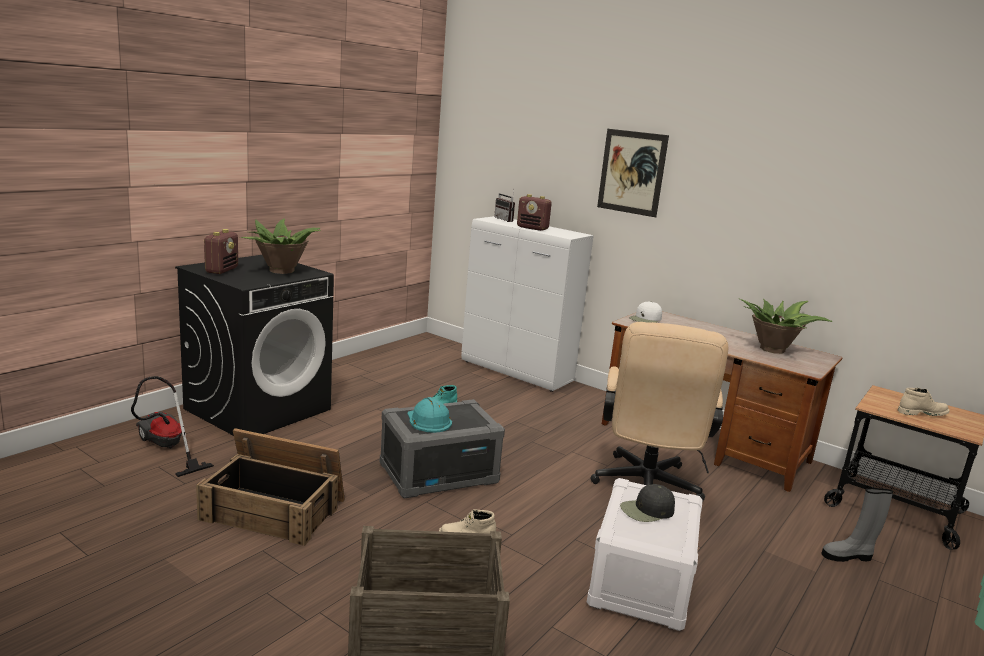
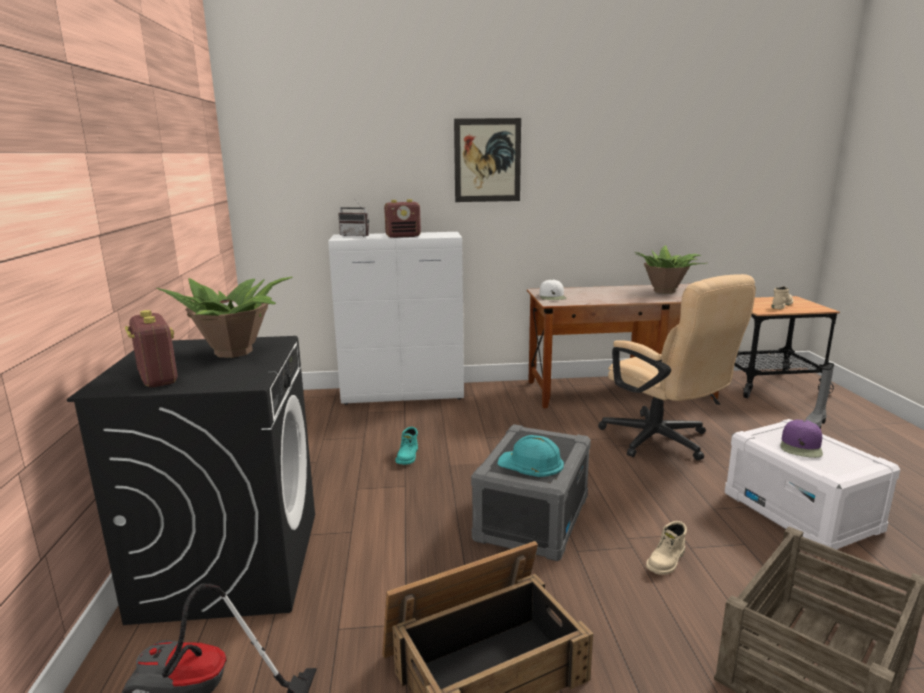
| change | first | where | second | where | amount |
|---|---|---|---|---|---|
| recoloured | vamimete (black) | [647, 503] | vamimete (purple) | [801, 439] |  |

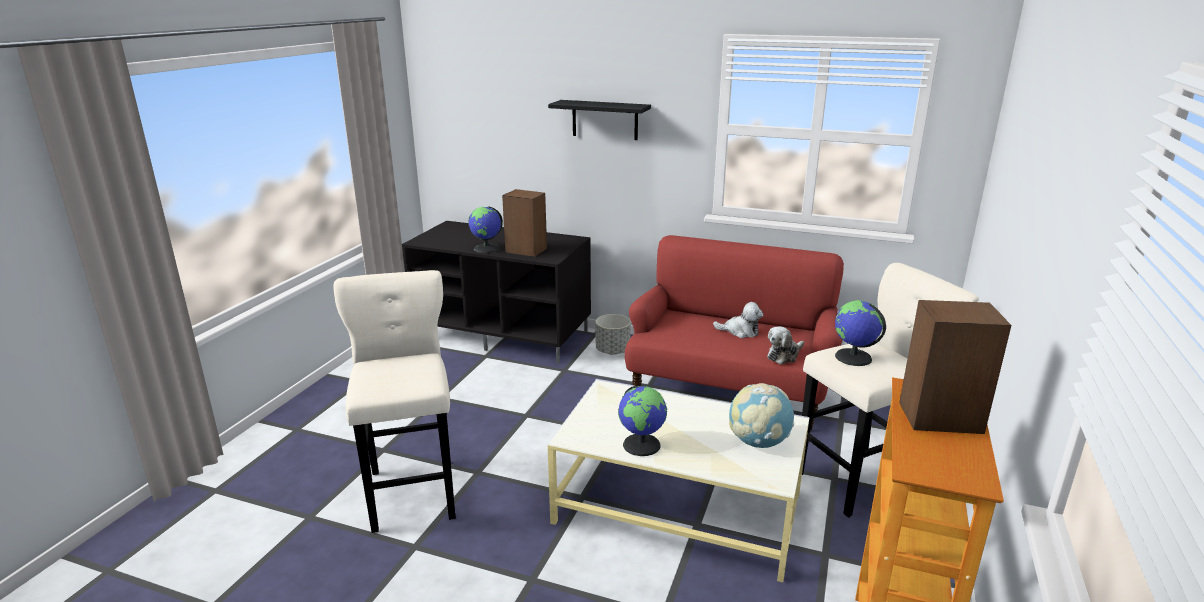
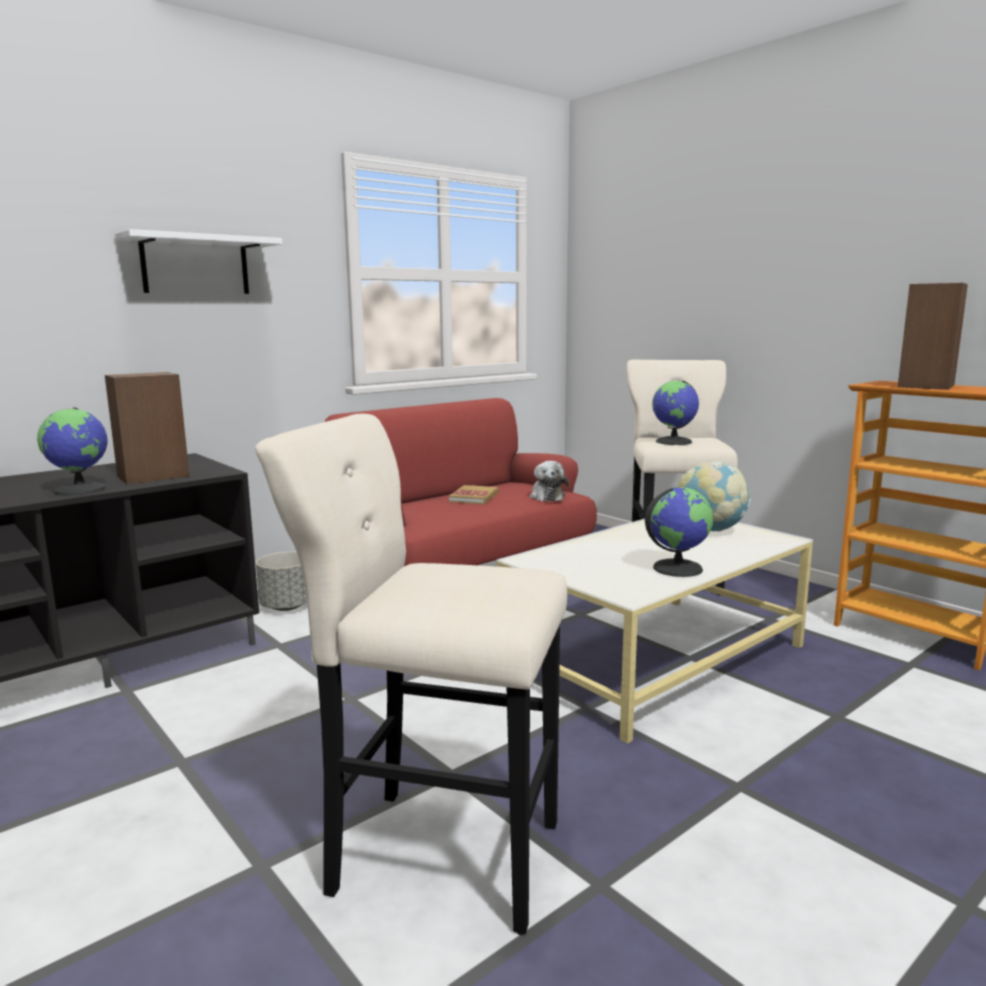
| change | first | where | second | where | amount |
|---|---|---|---|---|---|
| recoloured | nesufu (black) | [599, 120] | nesufu (white) | [199, 261] |  |
| replaced | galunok | [738, 320] | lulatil | [474, 494] |  |

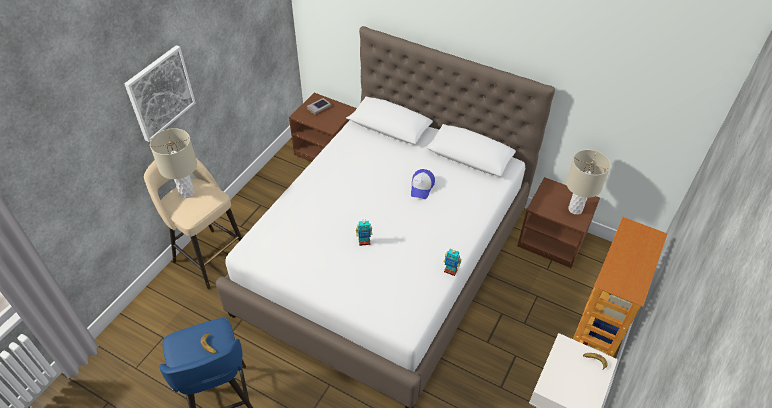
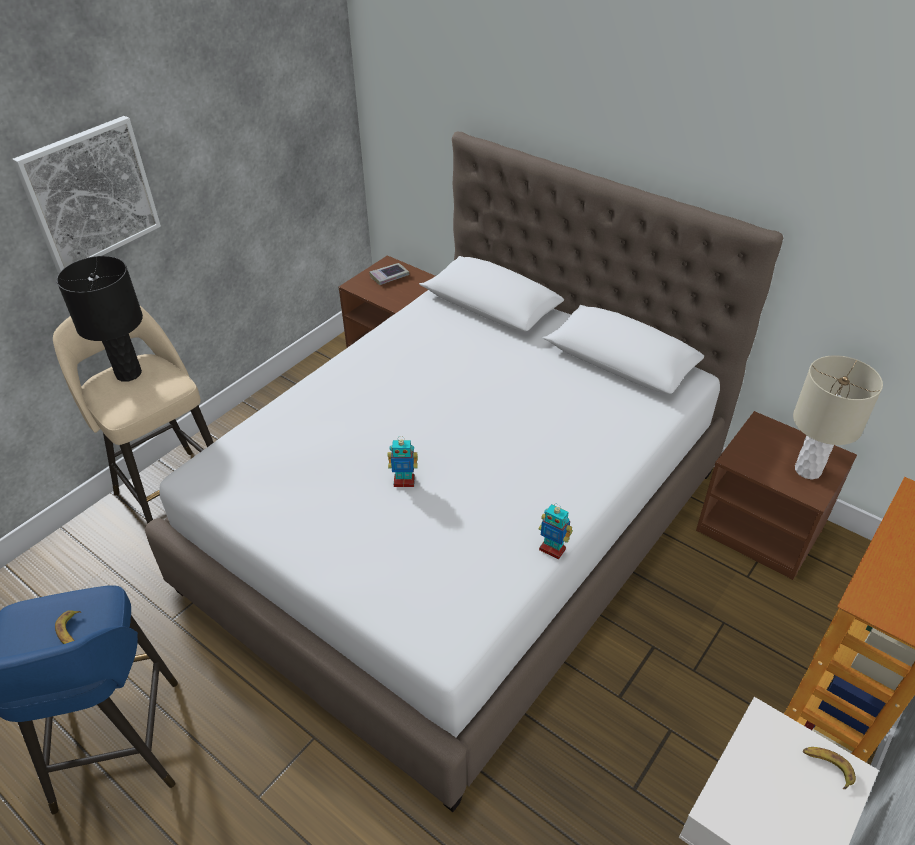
| change | first | where | second | where | amount |
|---|---|---|---|---|---|
| recoloured | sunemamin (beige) | [173, 163] | sunemamin (black) | [100, 319] |  |
| removed | vamimete | [423, 184] |  |  |  |

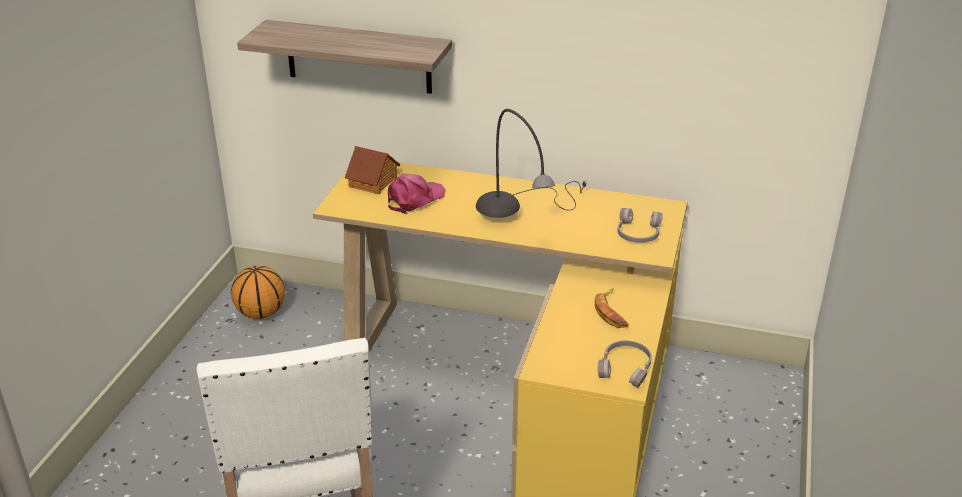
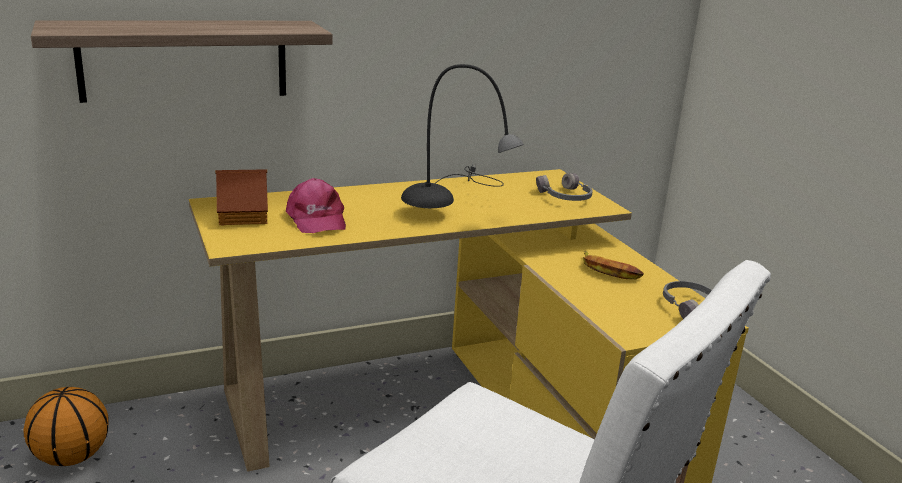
| change | first | where | second | where | amount |
|---|---|---|---|---|---|
| turned | vamimete (pink) | [417, 194] |  | [316, 205] | 150 degrees clockwise |

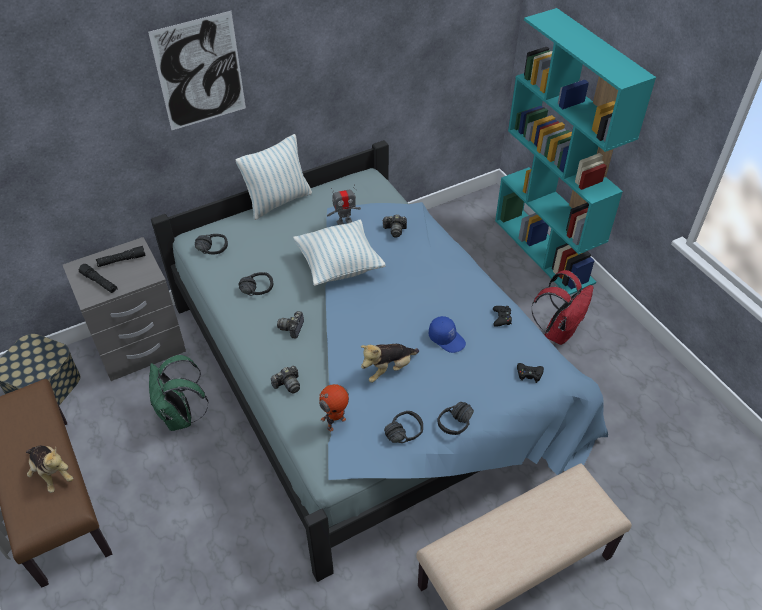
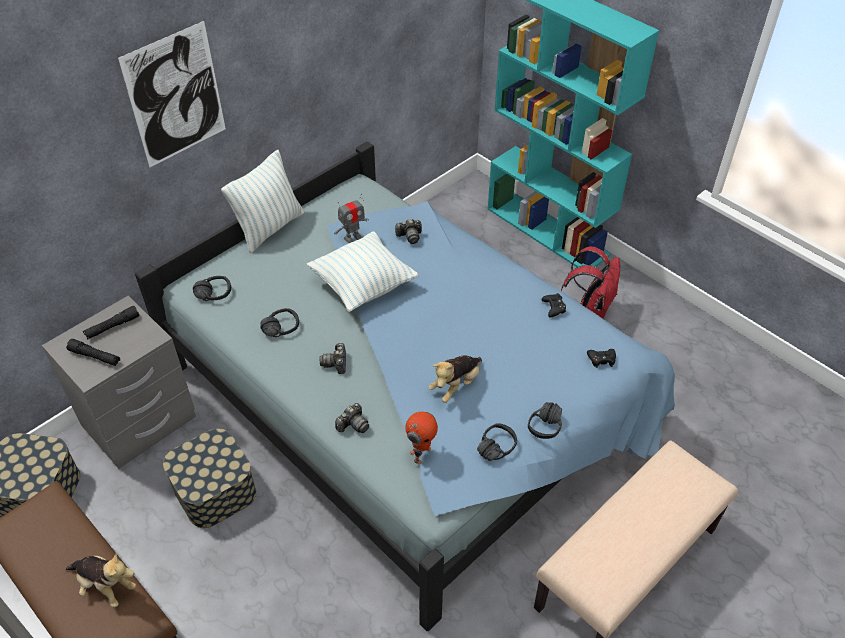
| change | first | where | second | where | amount |
|---|---|---|---|---|---|
| replaced | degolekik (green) | [179, 393] | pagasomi | [209, 478] |  |
| removed | vamimete (blue) | [447, 334] |  |  |  |

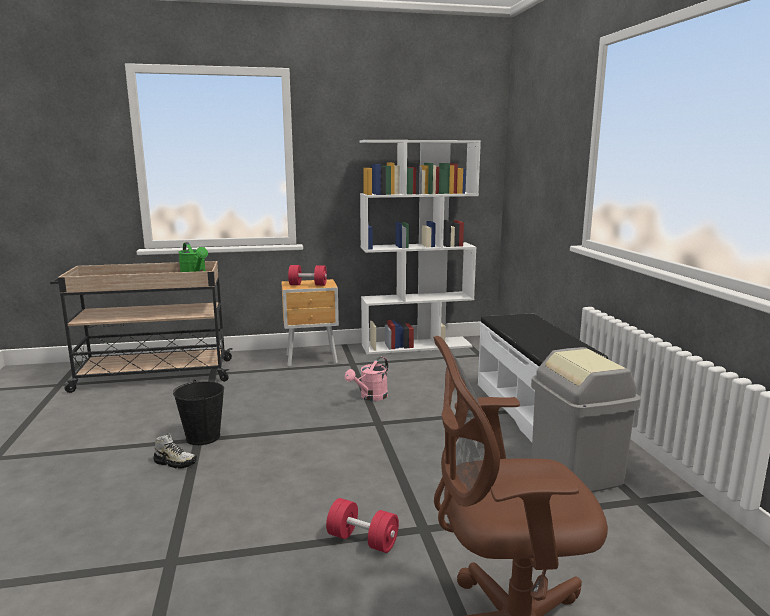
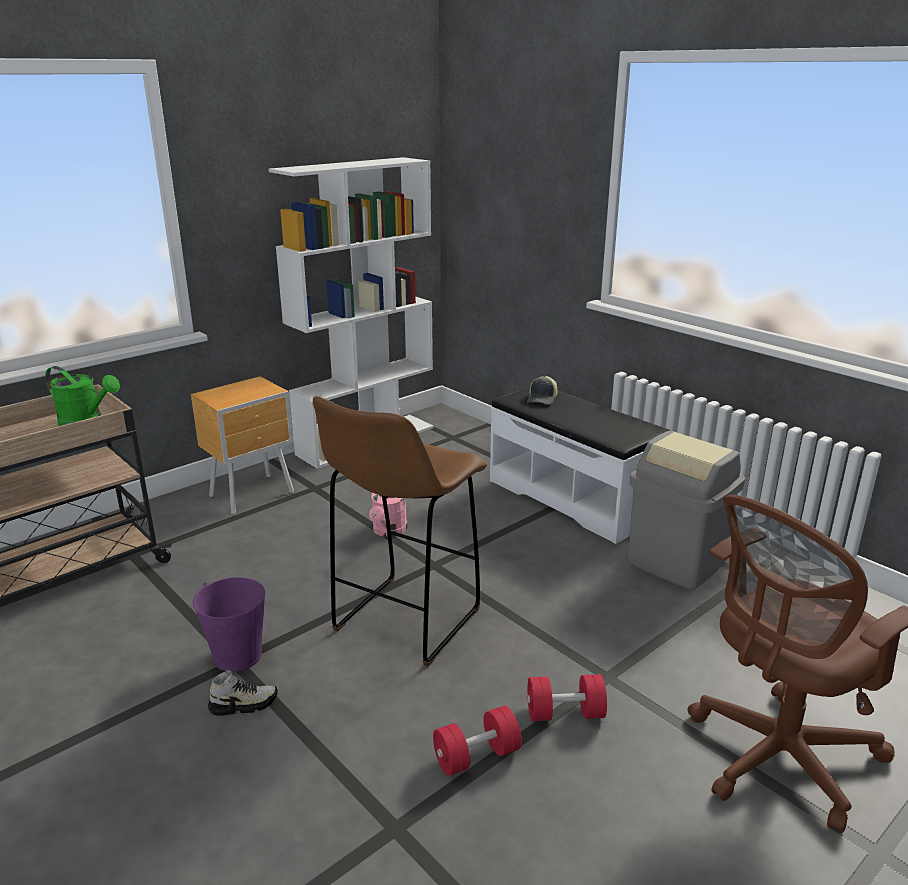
| change | first | where | second | where | amount |
|---|---|---|---|---|---|
| recoloured | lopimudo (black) | [198, 412] | lopimudo (purple) | [228, 624] |  |
| added |  |  | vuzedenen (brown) | [400, 531] |  |
| moved | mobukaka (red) | [307, 275] |  | [477, 741] |  |
| added |  |  | vamimete | [542, 390] |  |

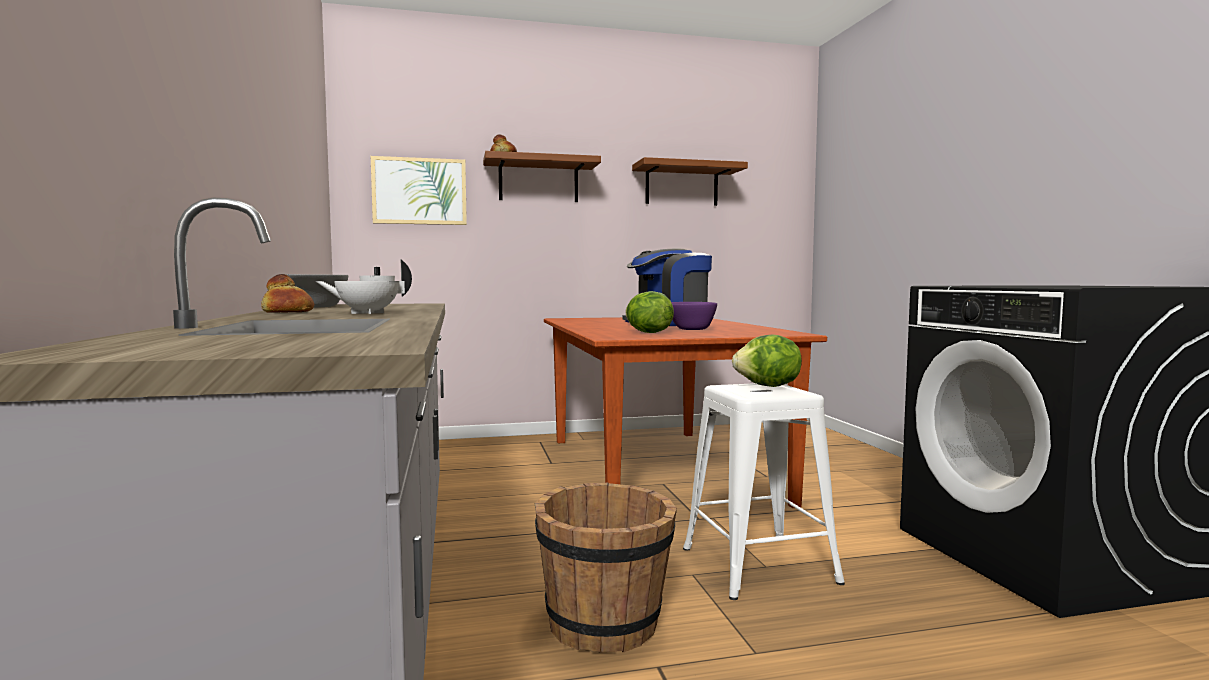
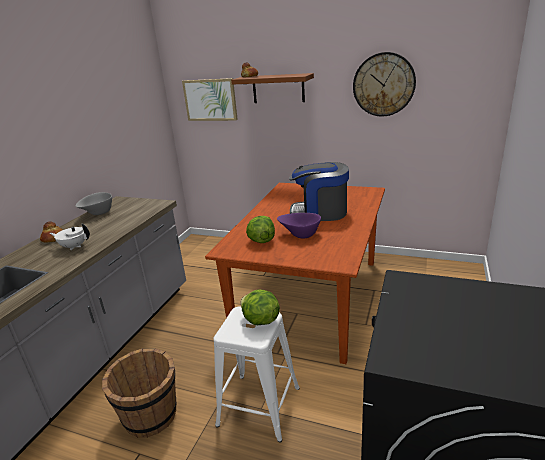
| change | first | where | second | where | amount |
|---|---|---|---|---|---|
| replaced | nesufu (brown) | [690, 181] | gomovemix | [384, 84] |  |

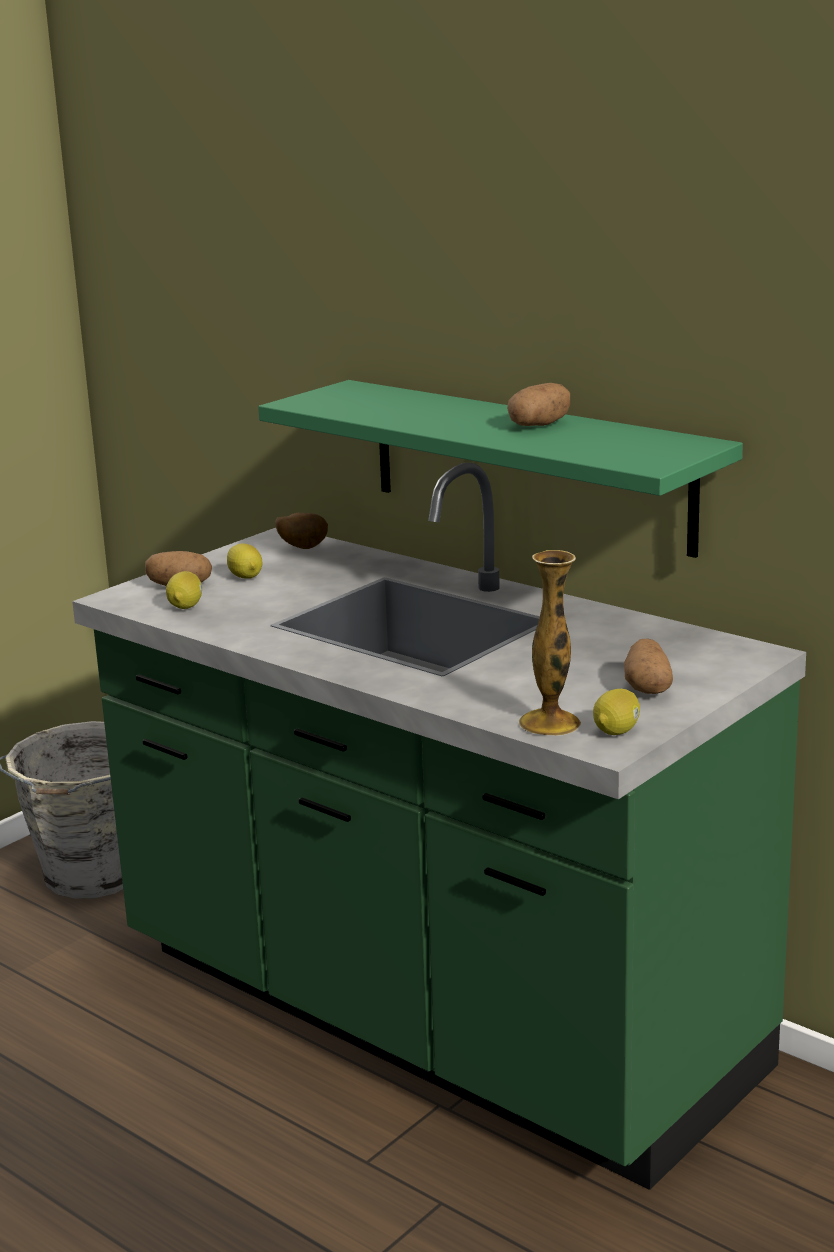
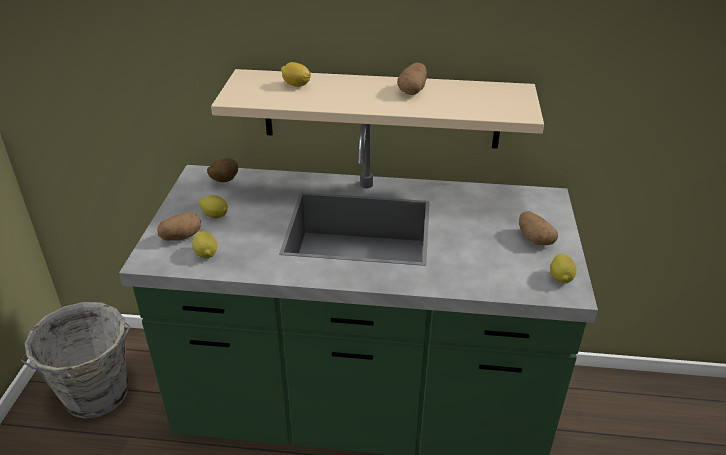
| change | first | where | second | where | amount |
|---|---|---|---|---|---|
| recoloured | nesufu (green) | [500, 469] | nesufu (beige) | [377, 109] |  |
| added |  |  | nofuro | [296, 74] |  |
| removed | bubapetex | [550, 643] |  |  |  |

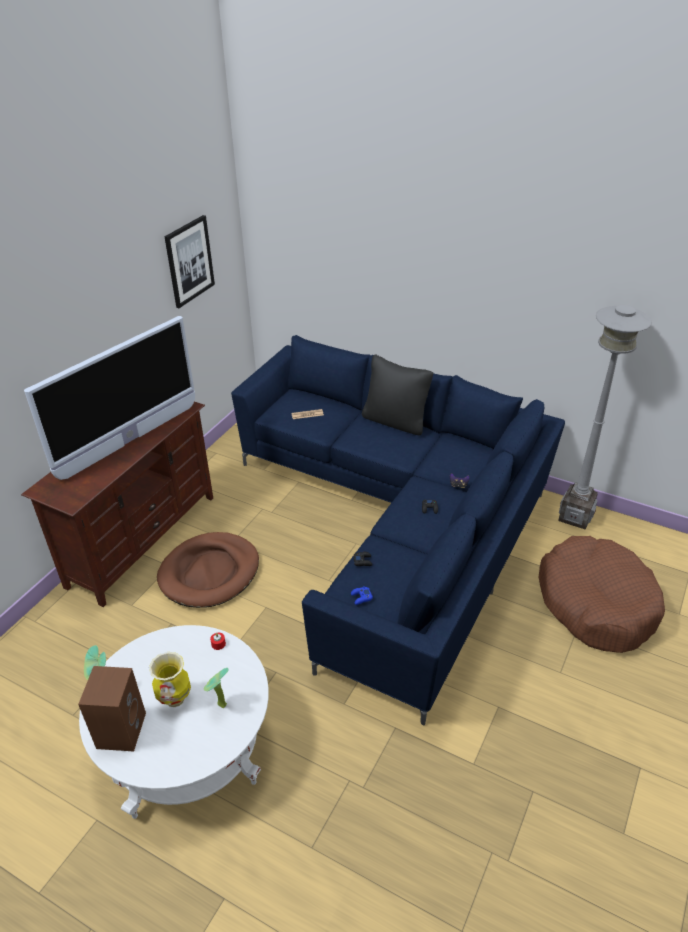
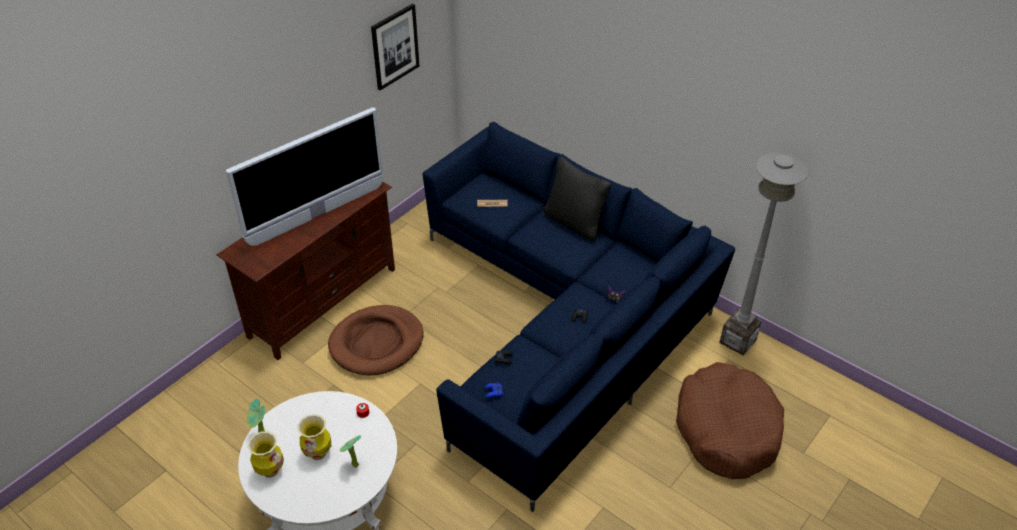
| change | first | where | second | where | amount |
|---|---|---|---|---|---|
| replaced | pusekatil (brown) | [112, 708] | bubapetex | [265, 454] |  |

